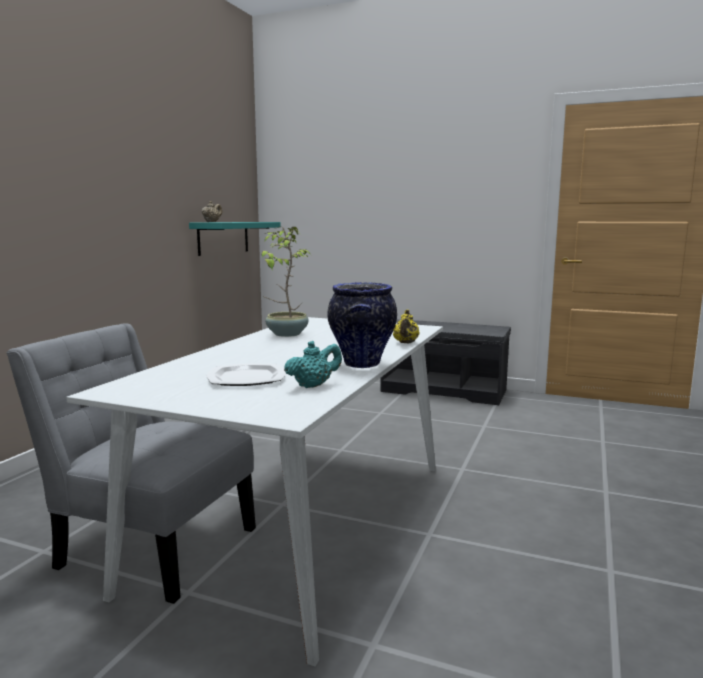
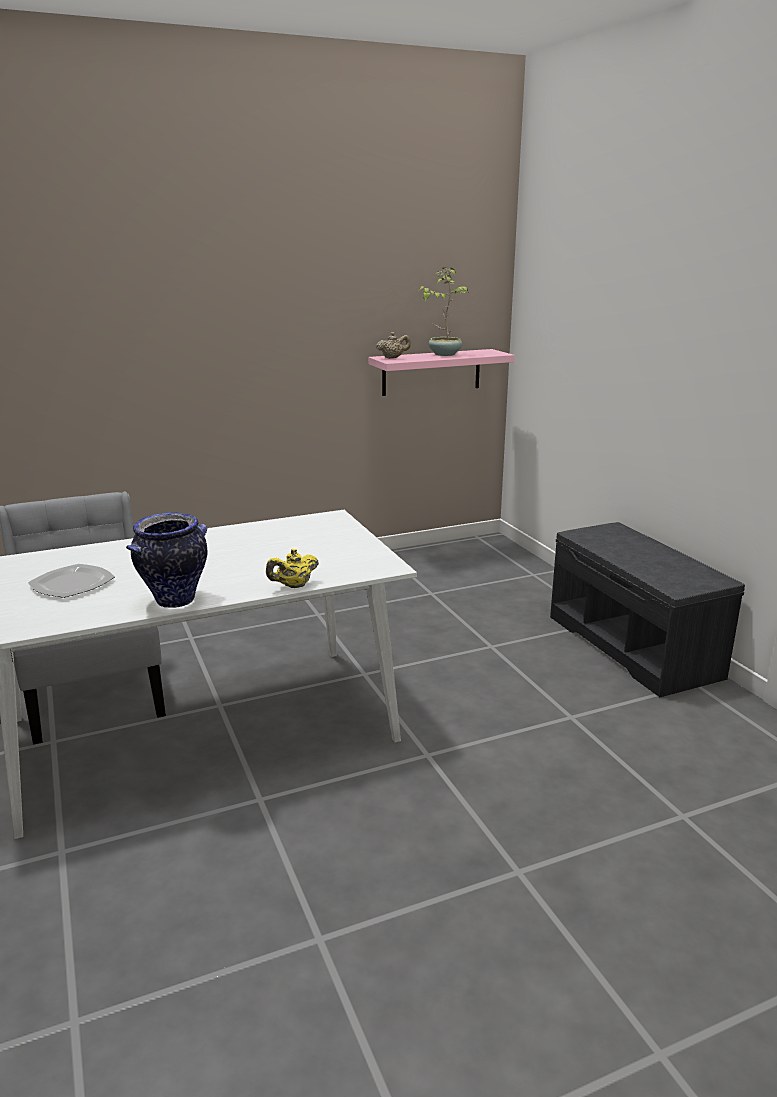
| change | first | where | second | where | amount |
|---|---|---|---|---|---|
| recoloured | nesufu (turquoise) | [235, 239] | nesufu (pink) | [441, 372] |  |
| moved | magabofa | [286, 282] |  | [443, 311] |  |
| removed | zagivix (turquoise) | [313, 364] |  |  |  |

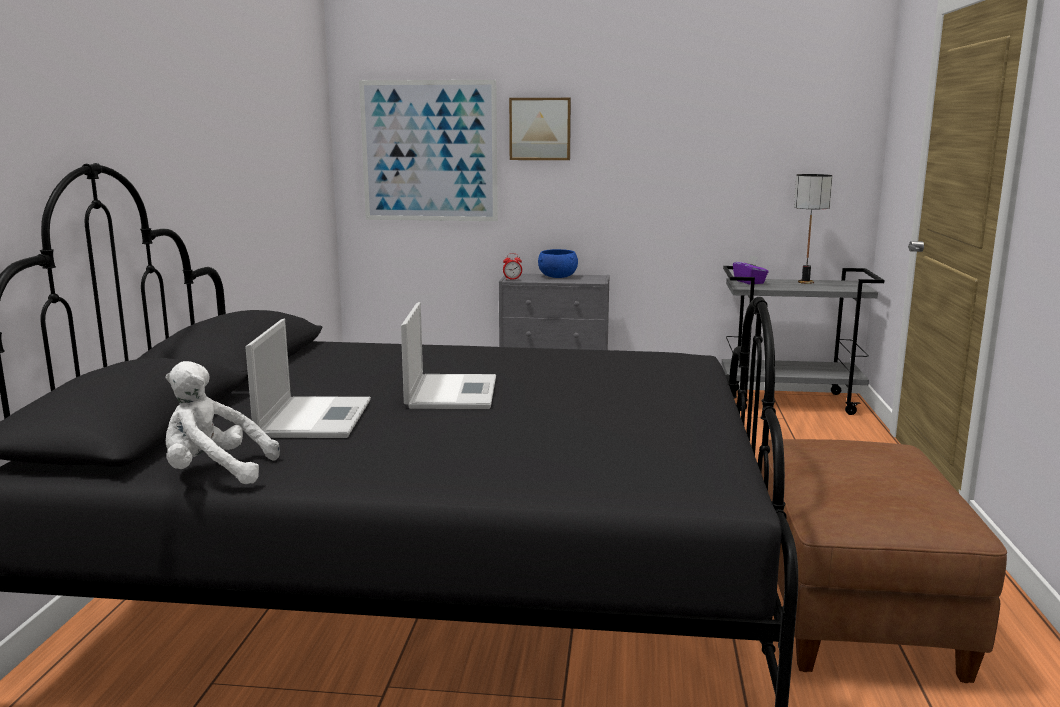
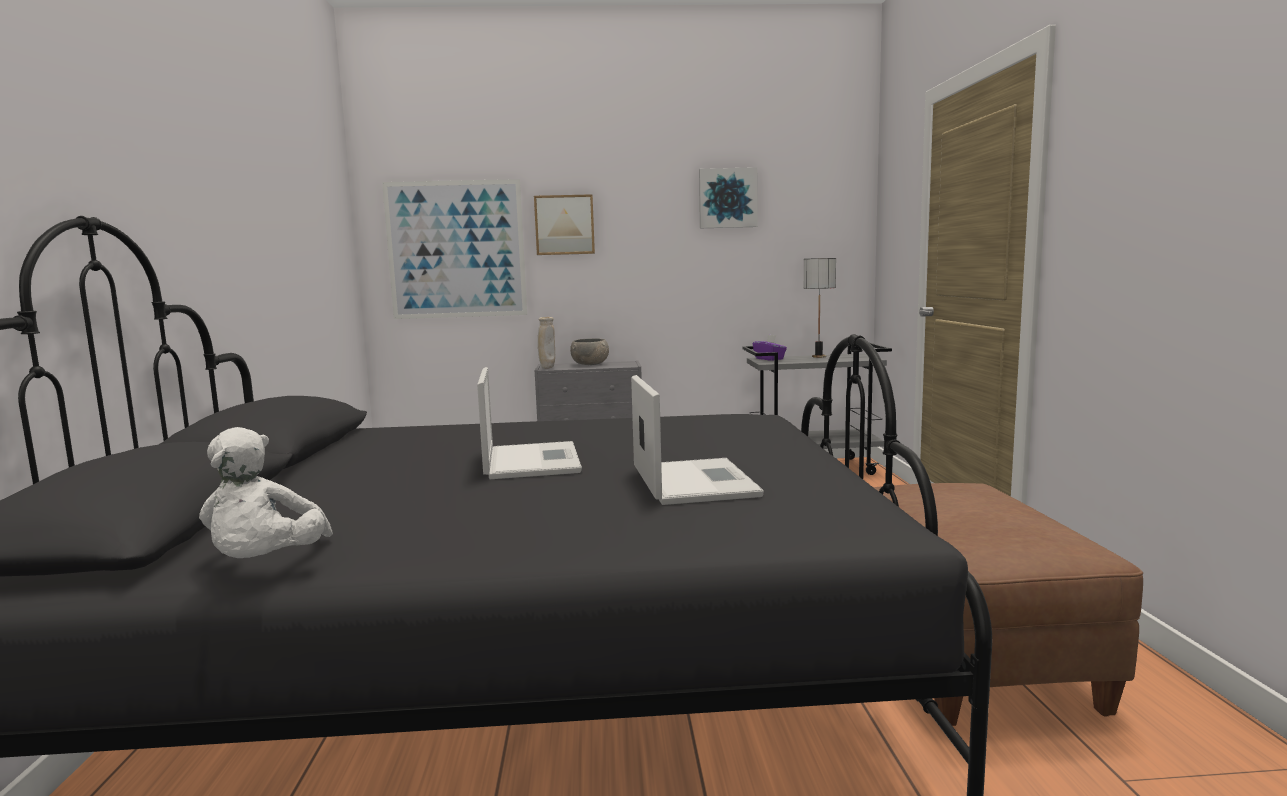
| change | first | where | second | where | amount |
|---|---|---|---|---|---|
| turned | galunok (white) | [223, 422] |  | [266, 492] | 90 degrees counterclockwise |
| replaced | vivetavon | [512, 266] | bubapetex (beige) | [546, 342] |  |
| recoloured | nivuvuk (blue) | [558, 263] | nivuvuk (grey) | [589, 351] |  |
| moved | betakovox | [308, 378] |  | [697, 440] |  |
| added |  |  | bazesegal | [728, 197] |  |

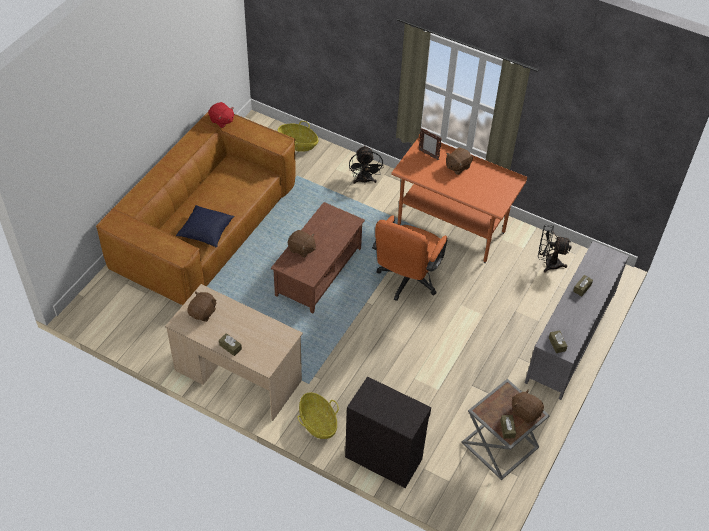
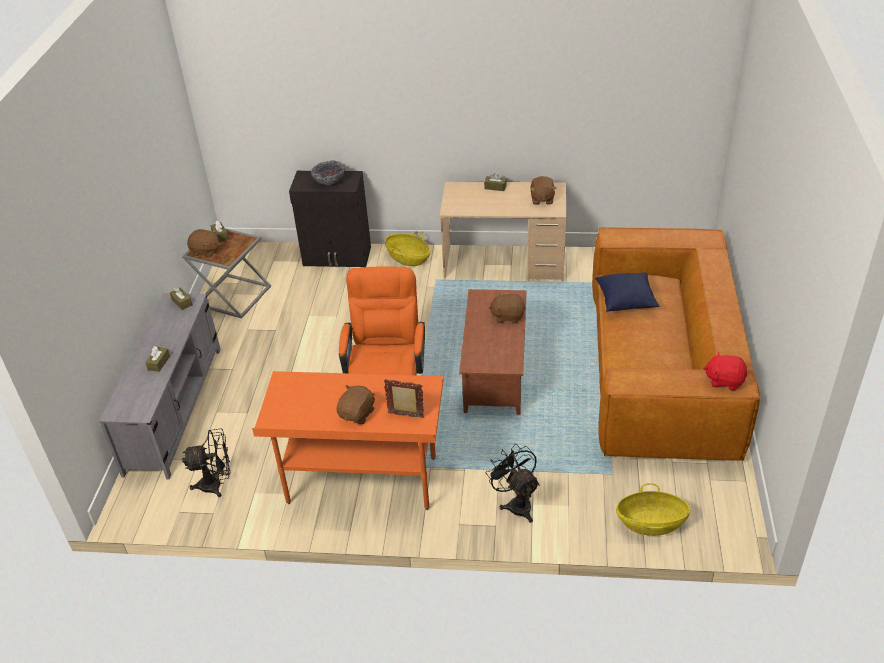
| change | first | where | second | where | amount |
|---|---|---|---|---|---|
| added |  |  | nivuvuk | [328, 172] |  |

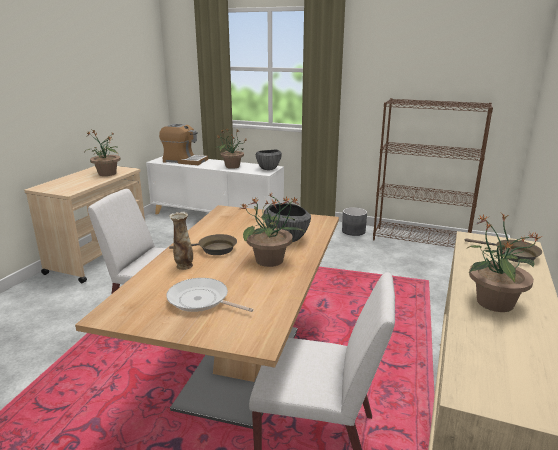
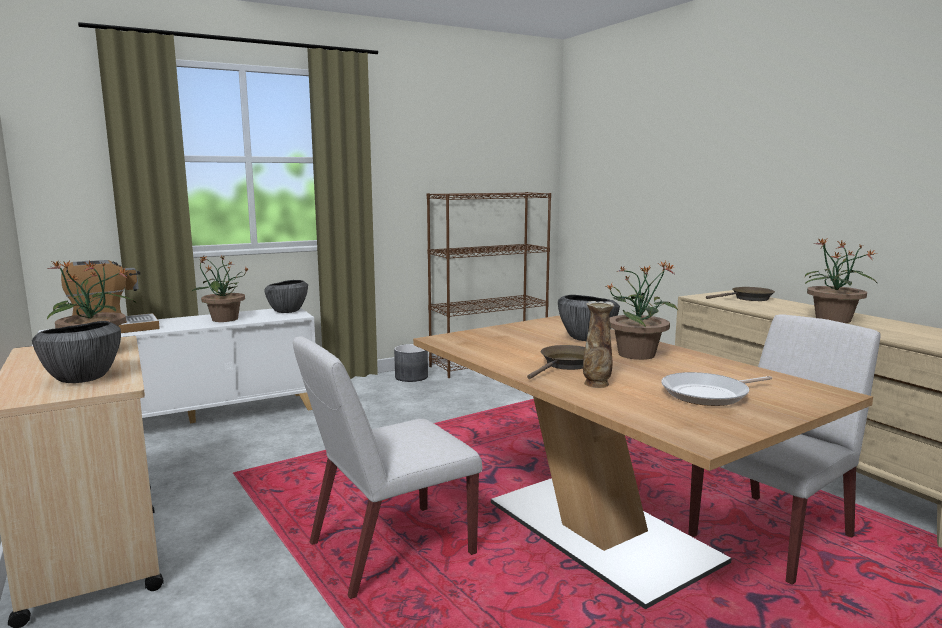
| change | first | where | second | where | amount |
|---|---|---|---|---|---|
| added |  |  | nivuvuk | [76, 352] |  |

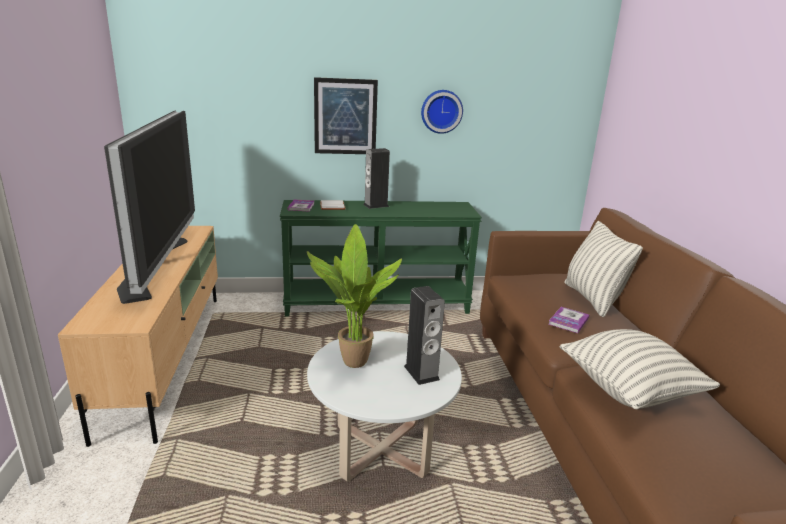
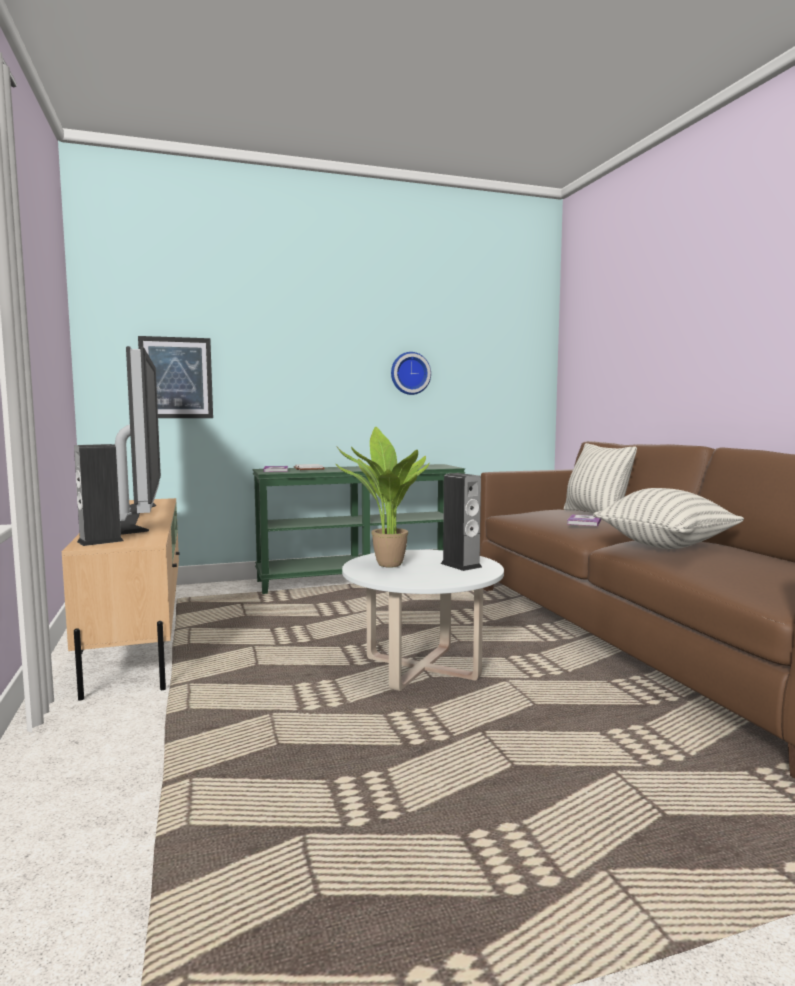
| change | first | where | second | where | amount |
|---|---|---|---|---|---|
| moved | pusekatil | [376, 178] |  | [99, 495] |  |
| moved | bazesegal | [346, 115] |  | [175, 377] |  |

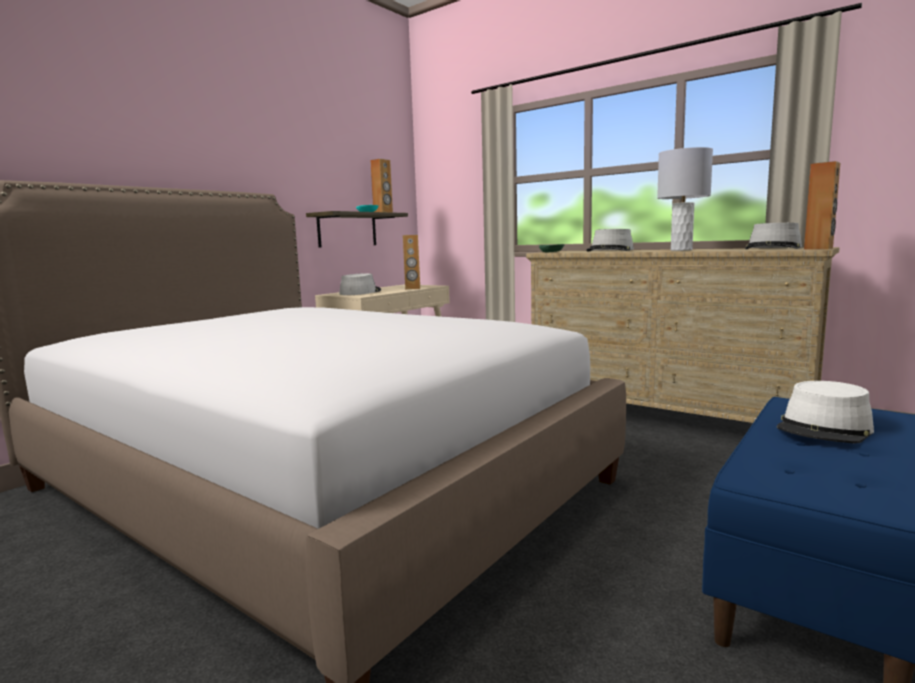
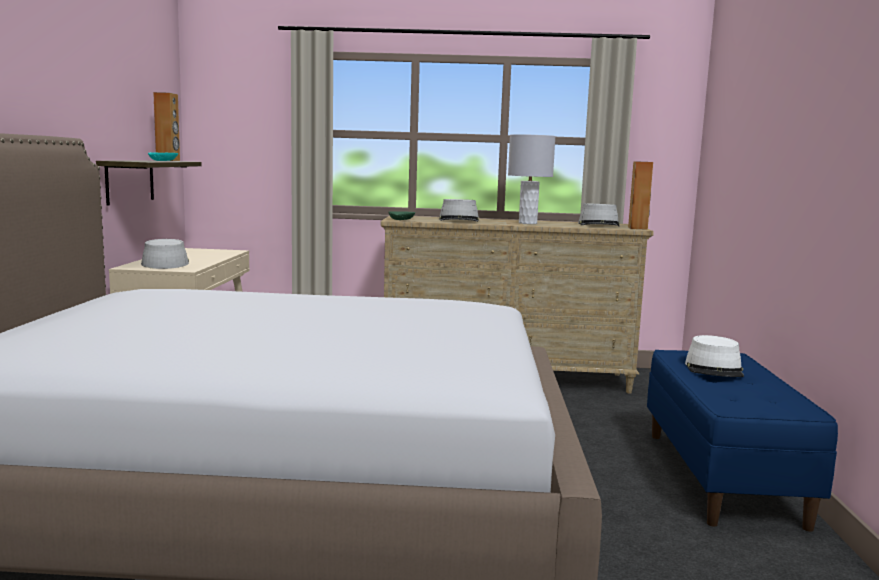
| change | first | where | second | where | amount |
|---|---|---|---|---|---|
| removed | pusekatil (brown) | [411, 262] |  |  |  |

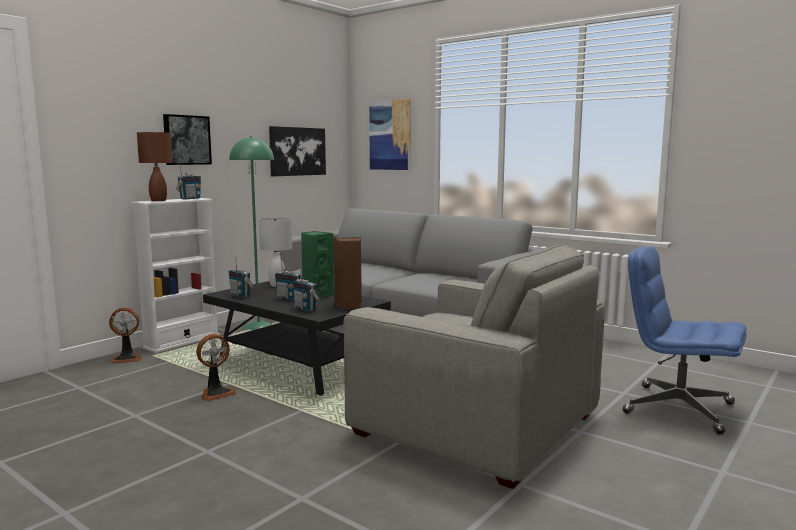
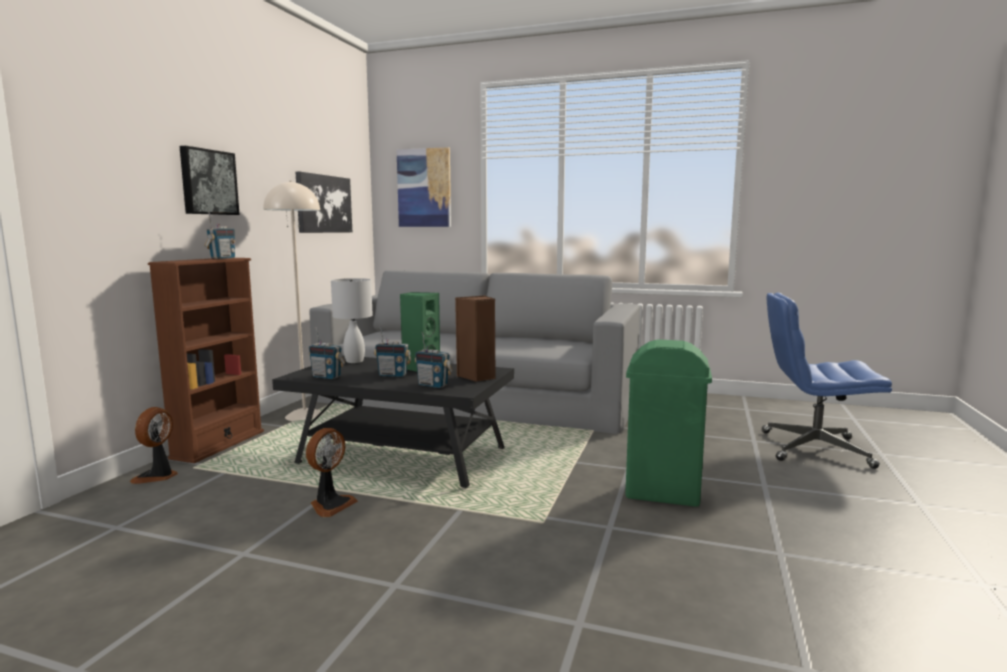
| change | first | where | second | where | amount |
|---|---|---|---|---|---|
| turned | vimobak | [125, 336] |  | [154, 445] | 135 degrees clockwise |
| recoloured | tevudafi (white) | [175, 275] | tevudafi (brown) | [206, 360] |  |
| recoloured | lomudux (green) | [251, 233] | lomudux (beige) | [293, 300] |  |
| replaced | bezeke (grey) | [473, 366] | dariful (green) | [668, 423] |  |
| removed | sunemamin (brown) | [155, 166] |  |  |  |

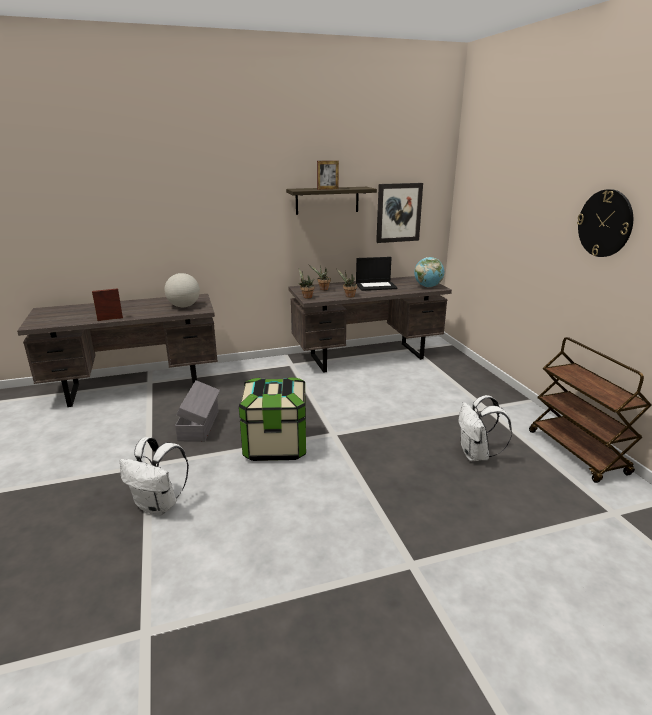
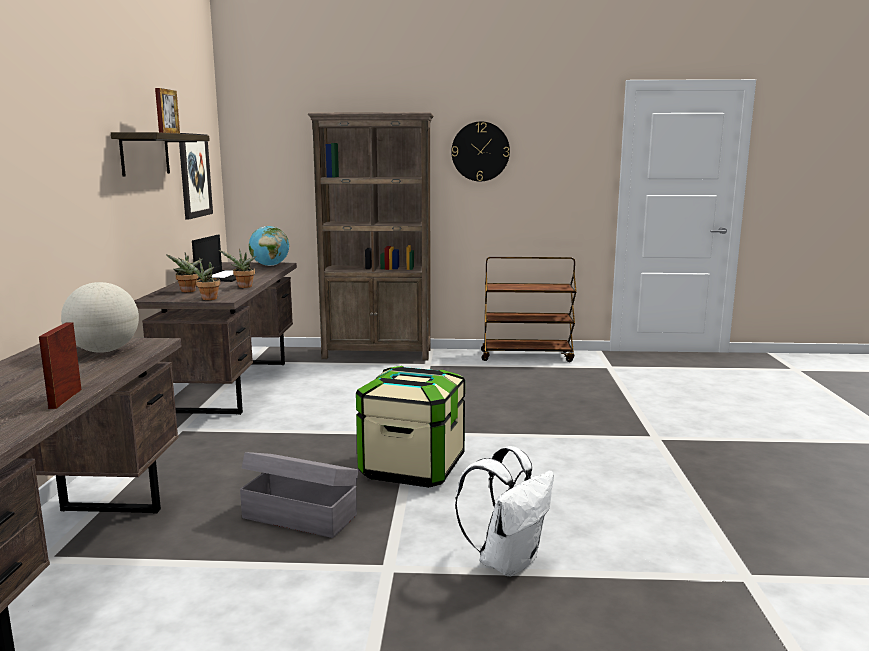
| change | first | where | second | where | amount |
|---|---|---|---|---|---|
| added |  |  | tevudafi (brown) | [371, 236] |  |
| removed | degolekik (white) | [485, 428] |  |  |  |

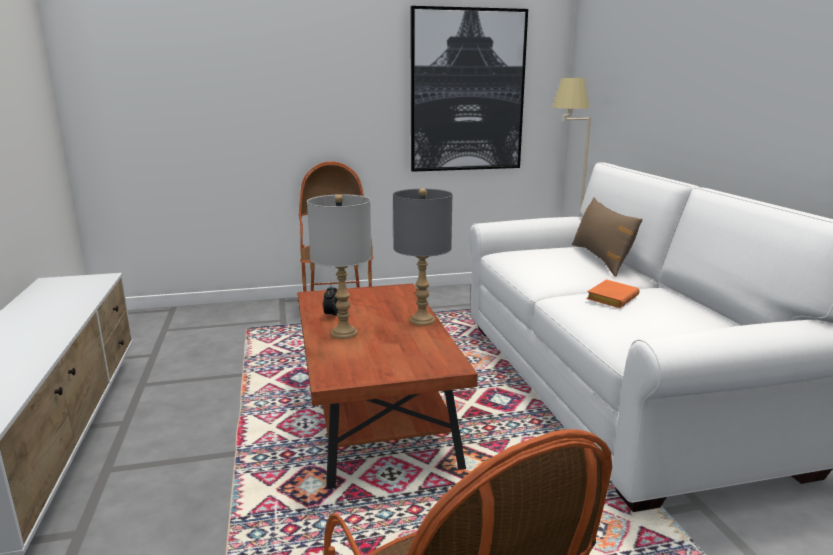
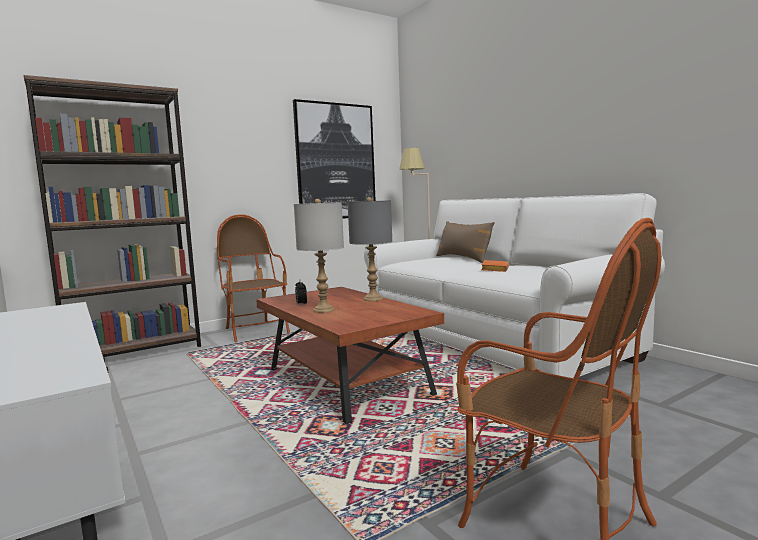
| change | first | where | second | where | amount |
|---|---|---|---|---|---|
| added |  |  | tevudafi (brown) | [112, 216] |  |

